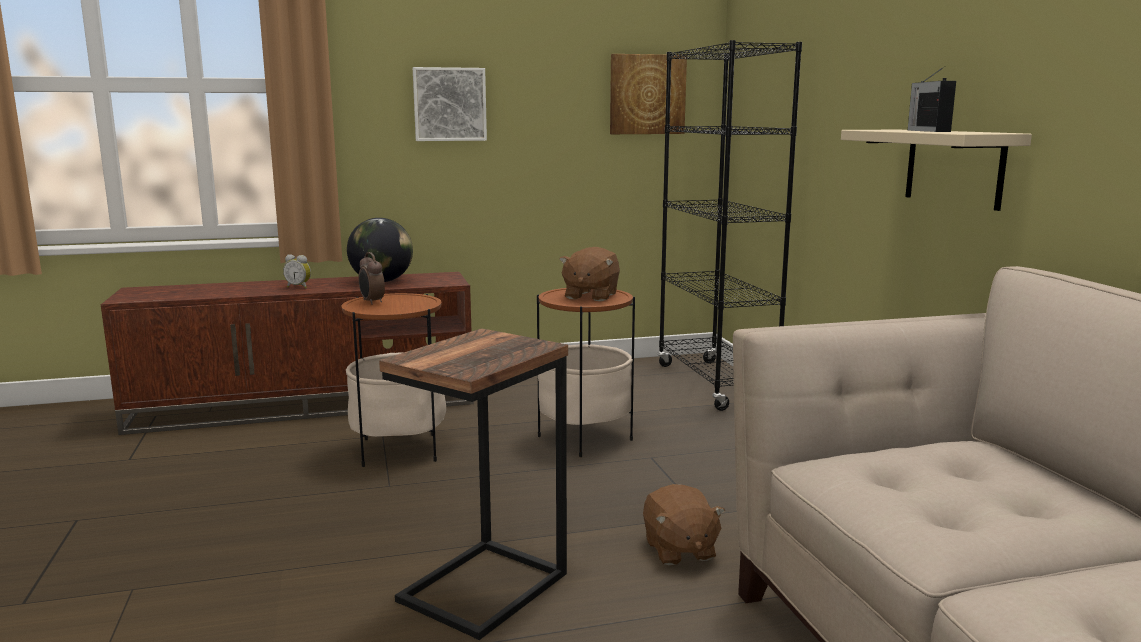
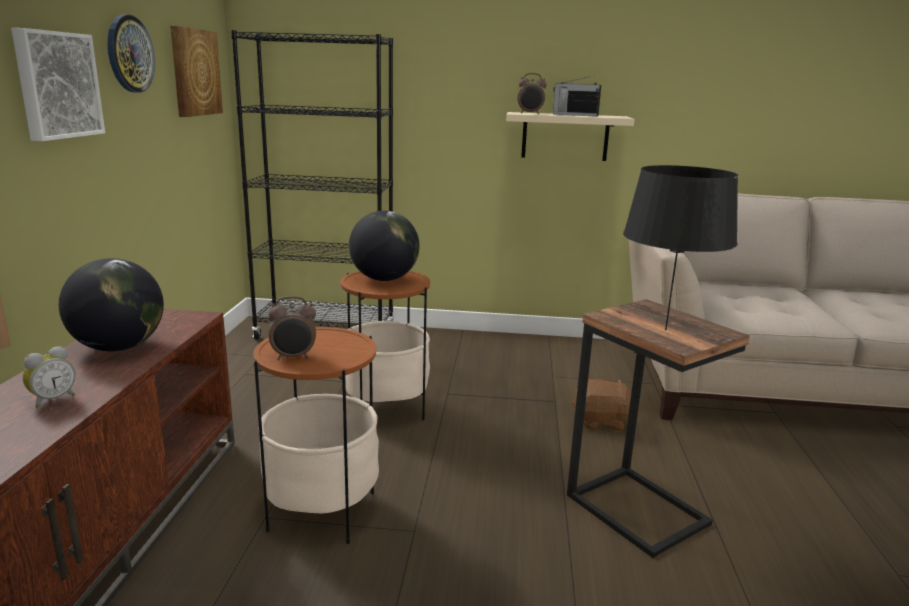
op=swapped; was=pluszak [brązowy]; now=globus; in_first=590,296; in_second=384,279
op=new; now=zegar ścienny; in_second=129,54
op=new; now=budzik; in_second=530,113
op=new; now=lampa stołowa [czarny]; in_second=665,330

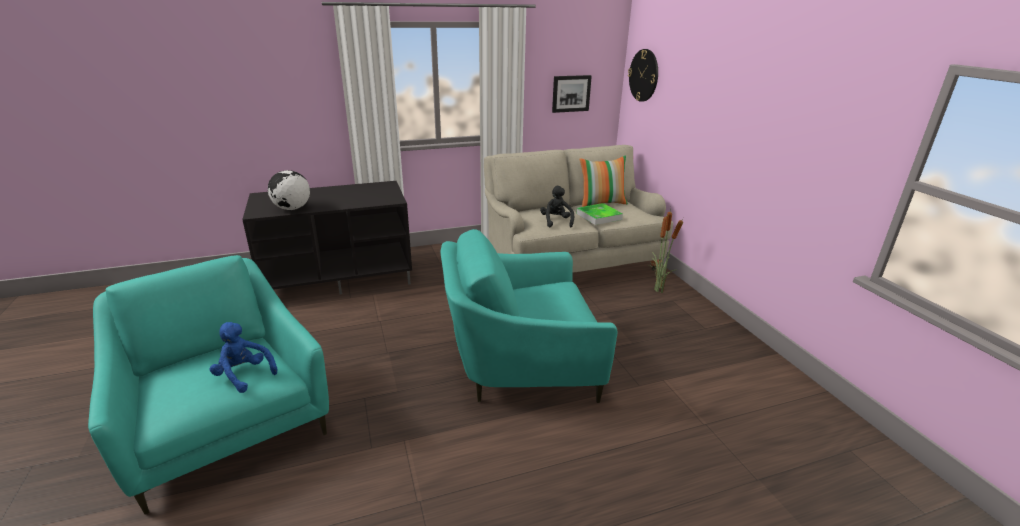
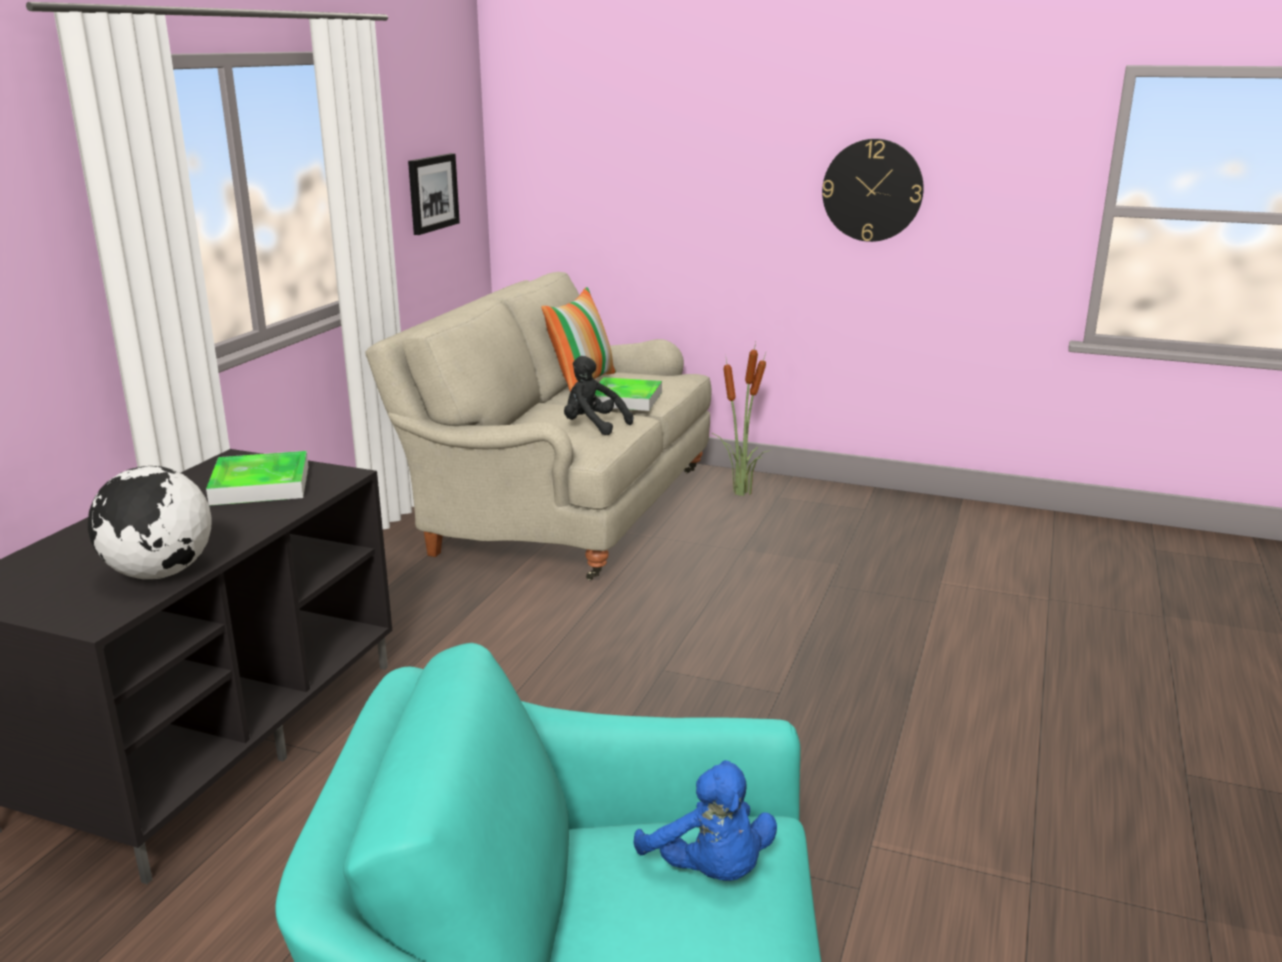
op=rotated; was=pluszak [niebieski]; in_first=244,375; in_second=710,871; clockwise=-105
op=gone; was=fotel [turkusowy]; in_first=520,365
op=shifted; was=zegar ścienny; in_first=644,75; in_second=872,190
op=new; now=taca; in_second=260,485

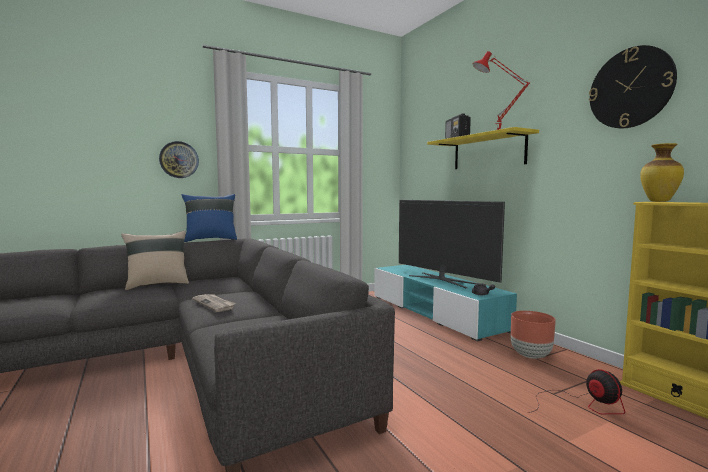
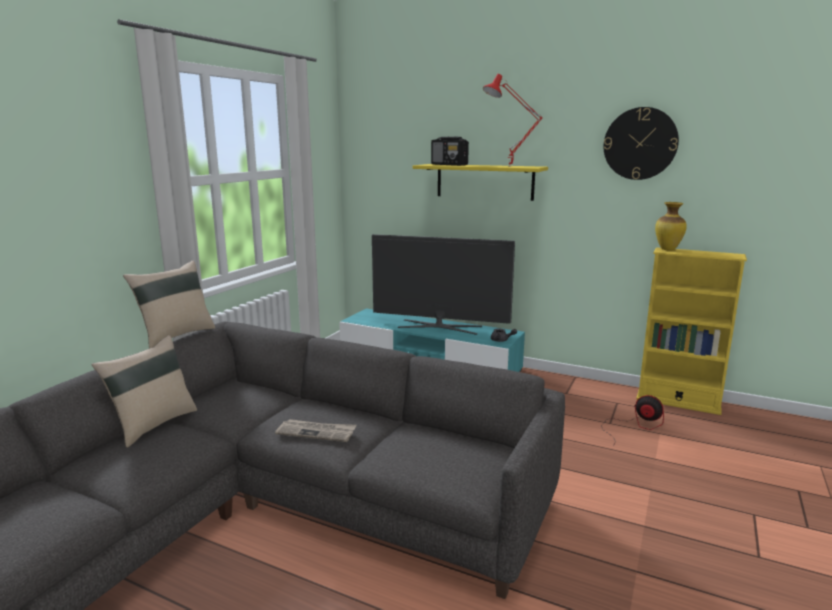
op=gone; was=zegar ścienny; in_first=179,160
op=repainted; was=poduszka [niebieski]; now=poduszka [beżowy]; in_first=211,240; in_second=175,336
op=gone; was=donica [brązowy]; in_first=530,355

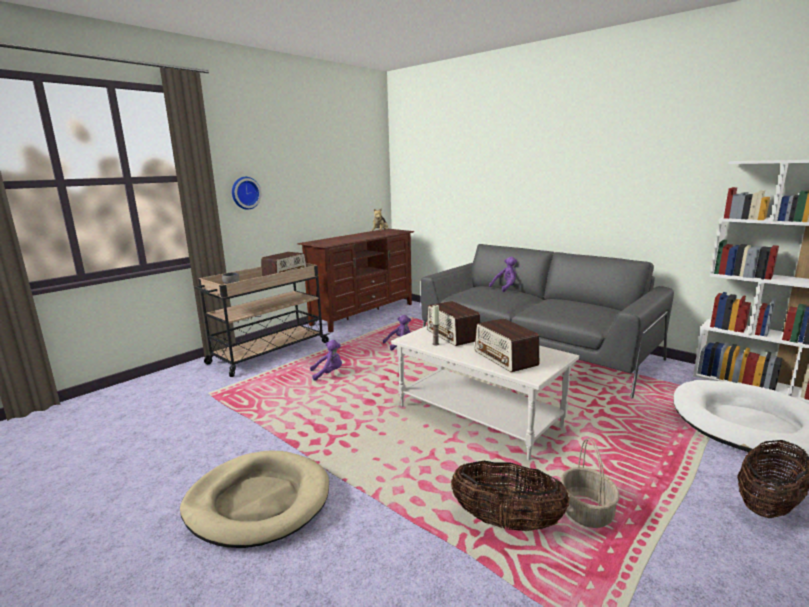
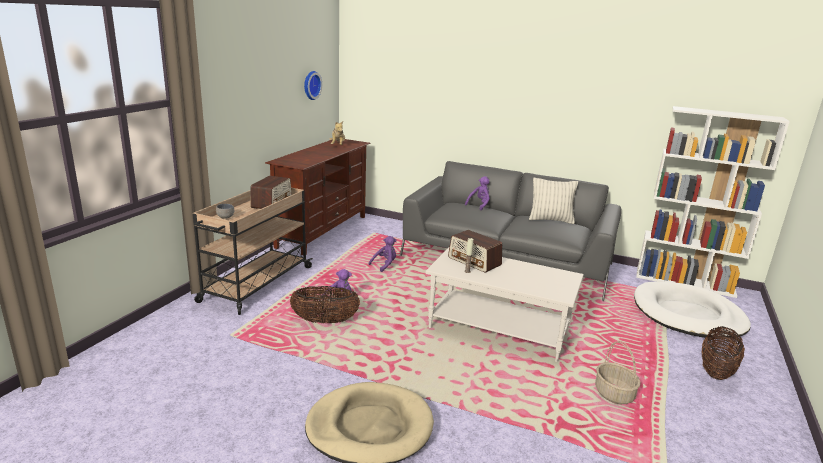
op=shifted; was=zegar ścienny; in_first=245,193; in_second=310,85
op=shifted; was=koszyk; in_first=506,522; in_second=325,321
op=gone; was=radio; in_first=505,358
op=new; now=poduszka; in_second=550,220

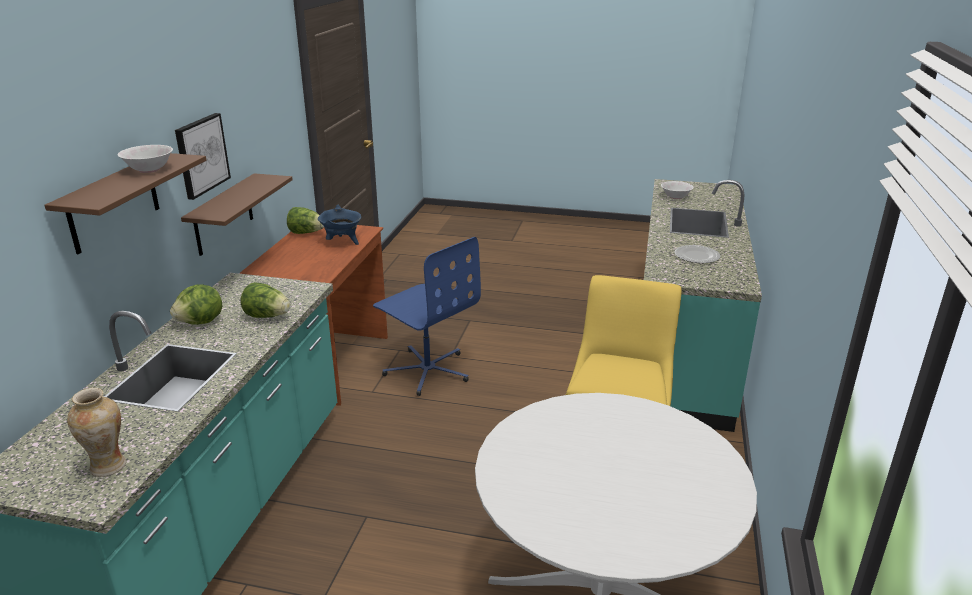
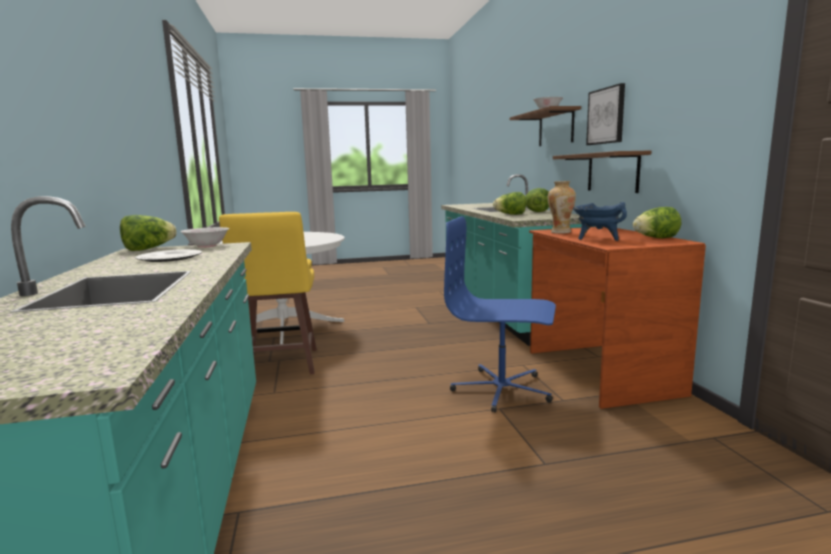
op=shifted; was=wazon; in_first=108,467; in_second=560,232
op=shifted; was=miska [biały]; in_first=675,197; in_second=207,246
op=new; now=sałata; in_second=148,249

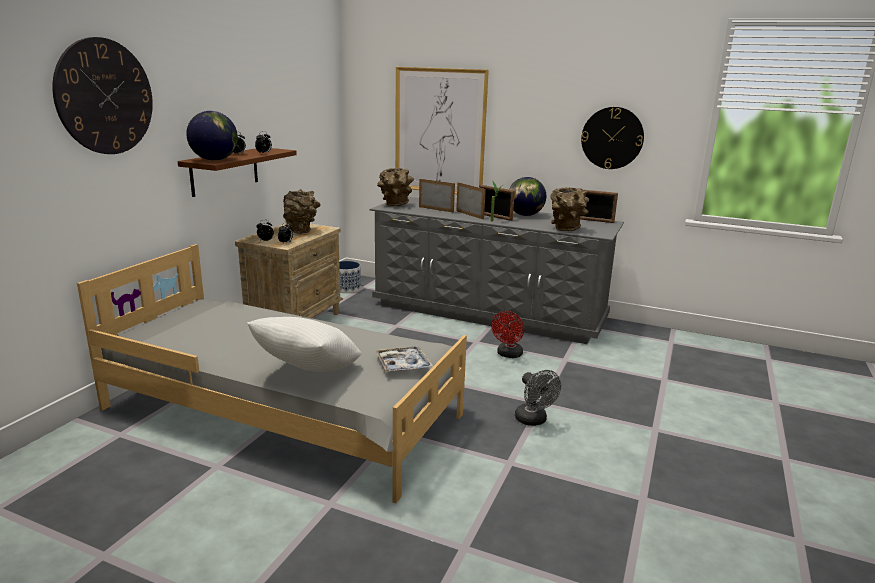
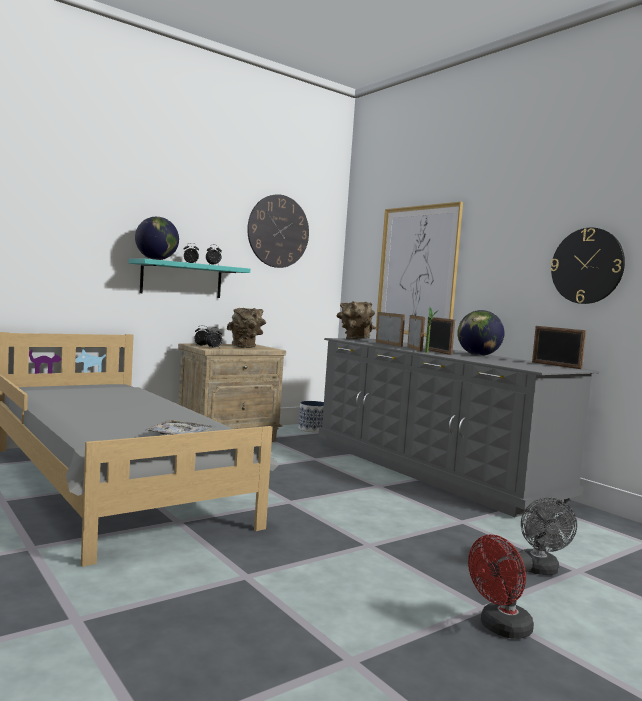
op=shifted; was=zegar ścienny; in_first=105,97; in_second=278,231
op=repainted; was=półka [brązowy]; now=półka [turkusowy]; in_first=225,171; in_second=181,279
op=gone; was=poduszka [biały]; in_first=308,372
op=shifted; was=wentylator [czerwony]; in_first=508,355; in_second=500,628
op=shifted; was=wentylator [szary]; in_first=534,421; in_second=539,570
op=gone; was=wazon [brązowy]; in_first=566,229

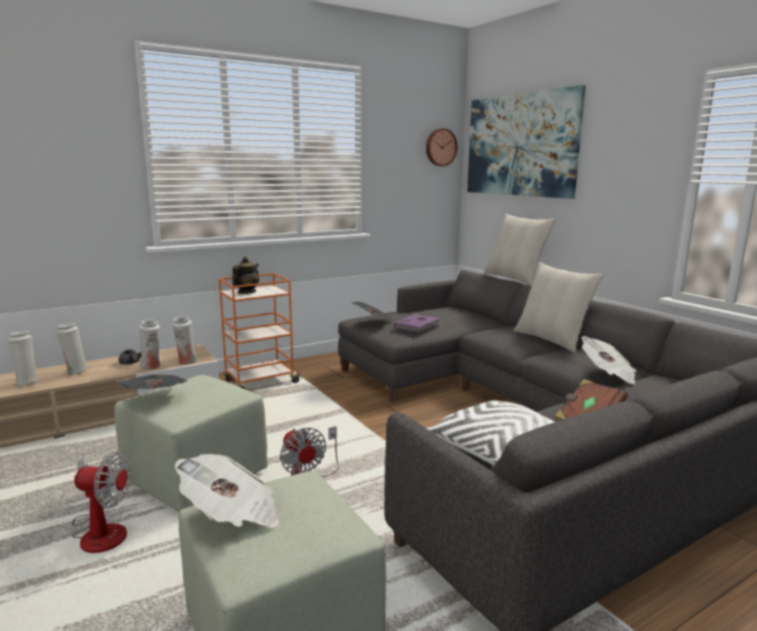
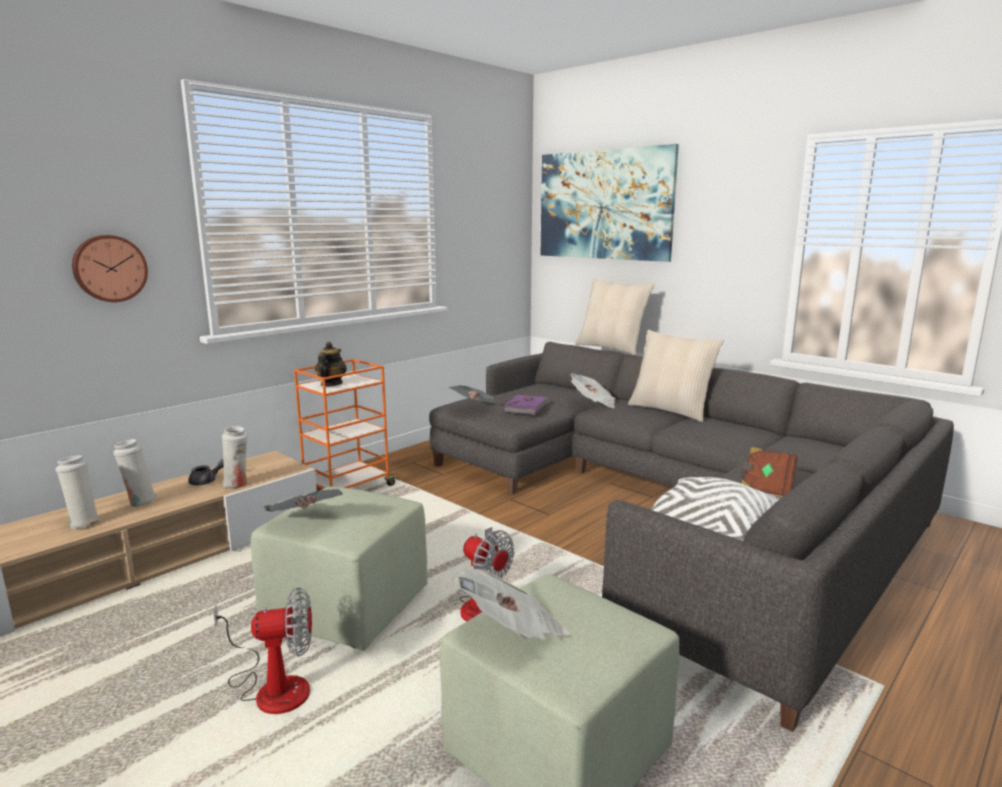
op=gone; was=wazon [biały]; in_first=186,362
op=shifted; was=zegar ścienny; in_first=440,147; in_second=109,268
op=shifted; was=gazeta; in_first=608,374; in_second=593,403

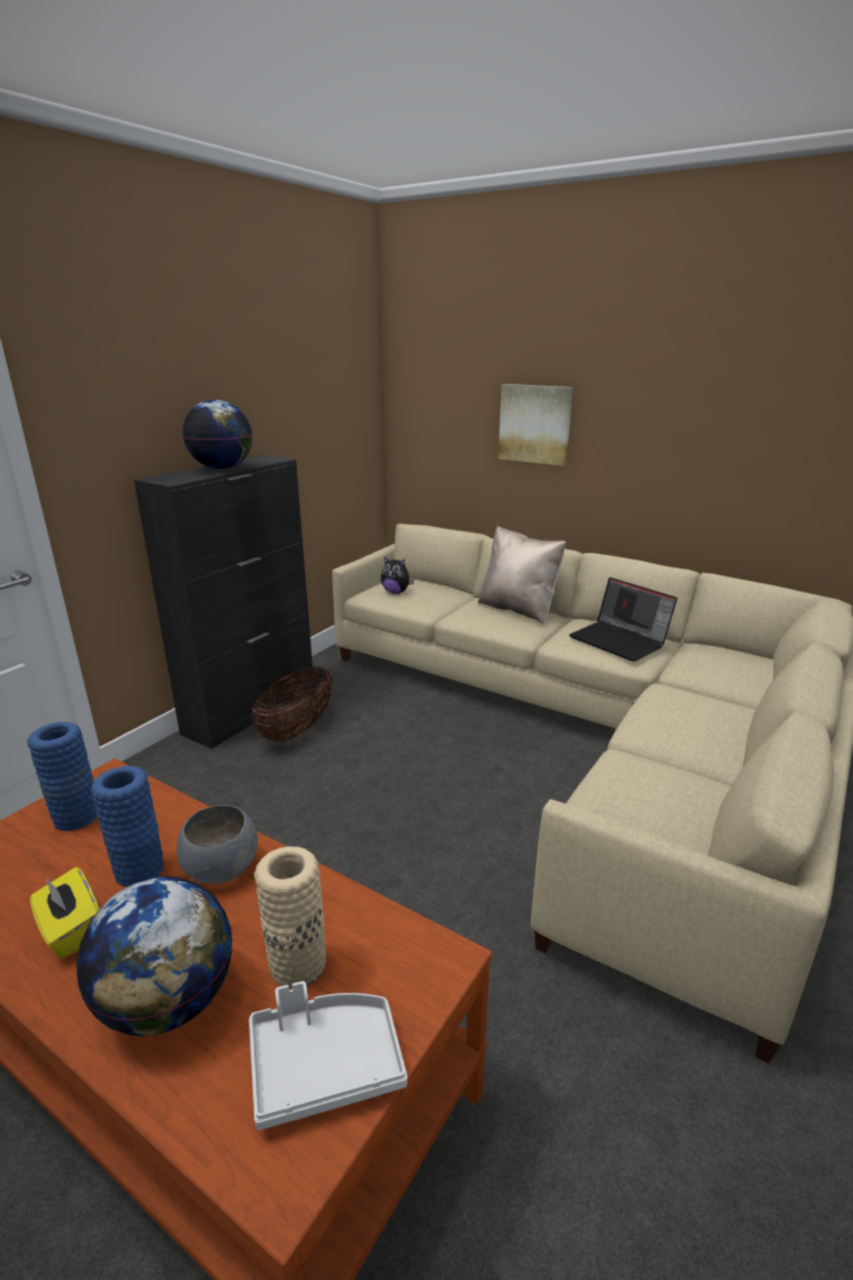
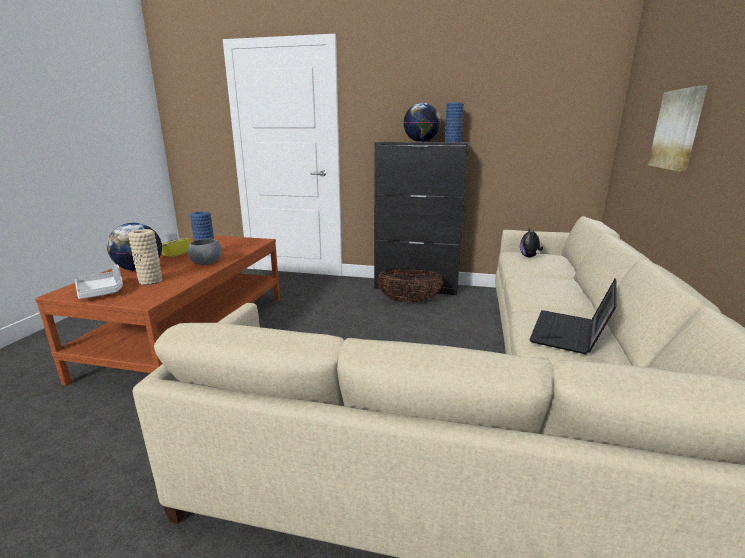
op=shifted; was=wazon [niebieski]; in_first=76,817; in_second=452,142
op=gone; was=poduszka [beżowy]; in_first=518,609

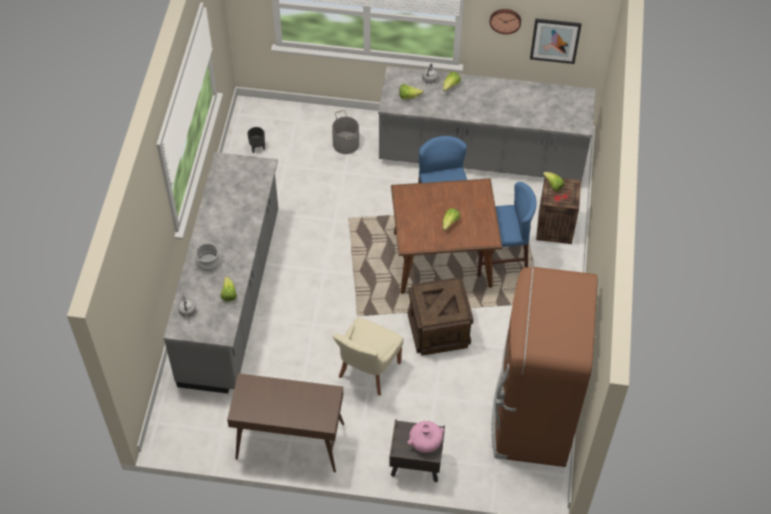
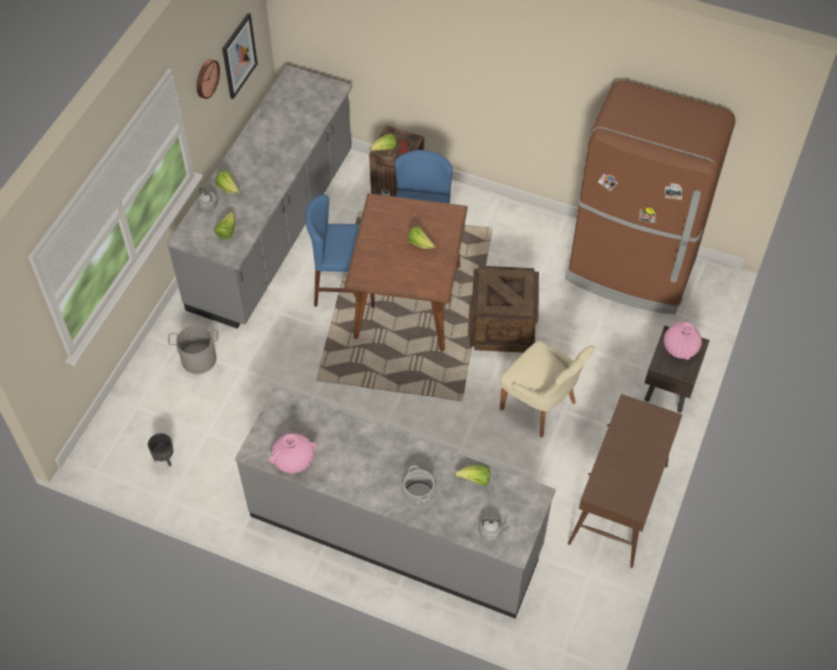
op=new; now=wazon [różowy]; in_second=294,460

